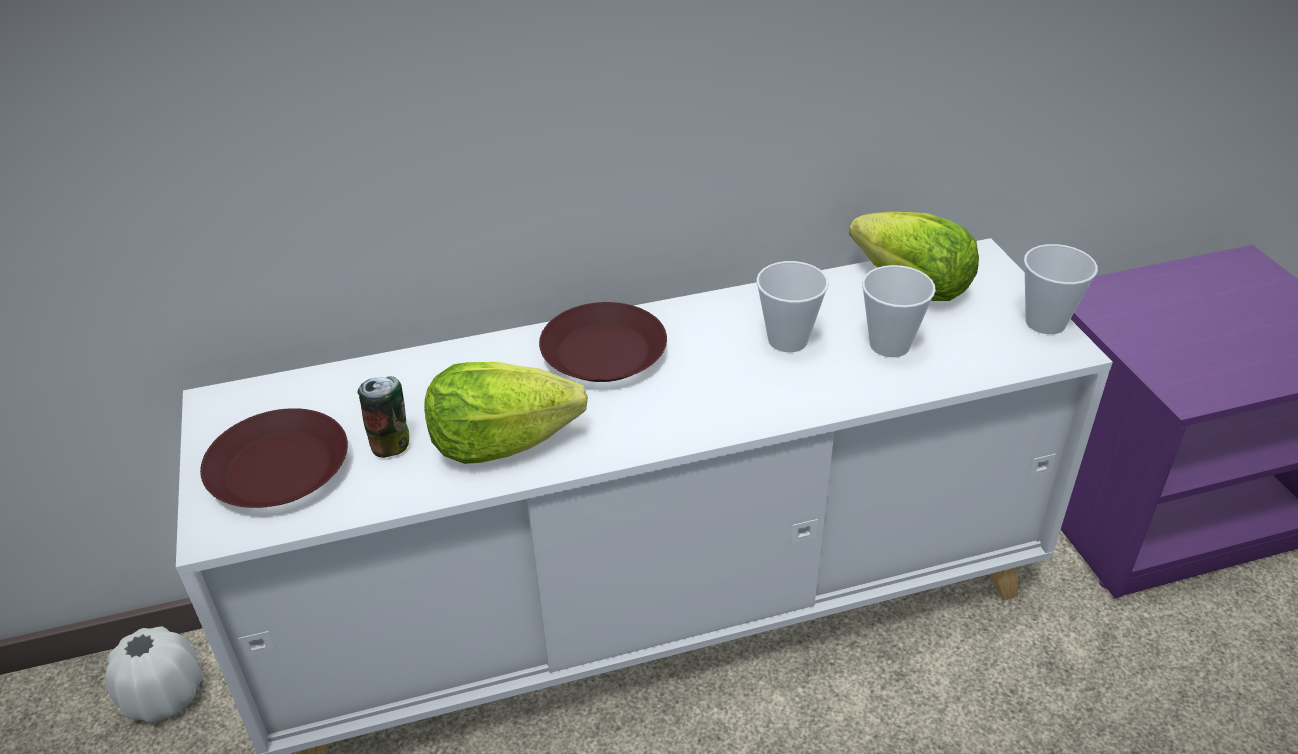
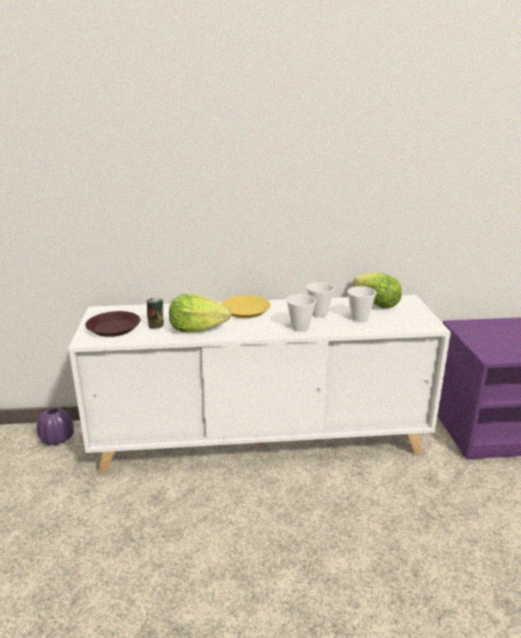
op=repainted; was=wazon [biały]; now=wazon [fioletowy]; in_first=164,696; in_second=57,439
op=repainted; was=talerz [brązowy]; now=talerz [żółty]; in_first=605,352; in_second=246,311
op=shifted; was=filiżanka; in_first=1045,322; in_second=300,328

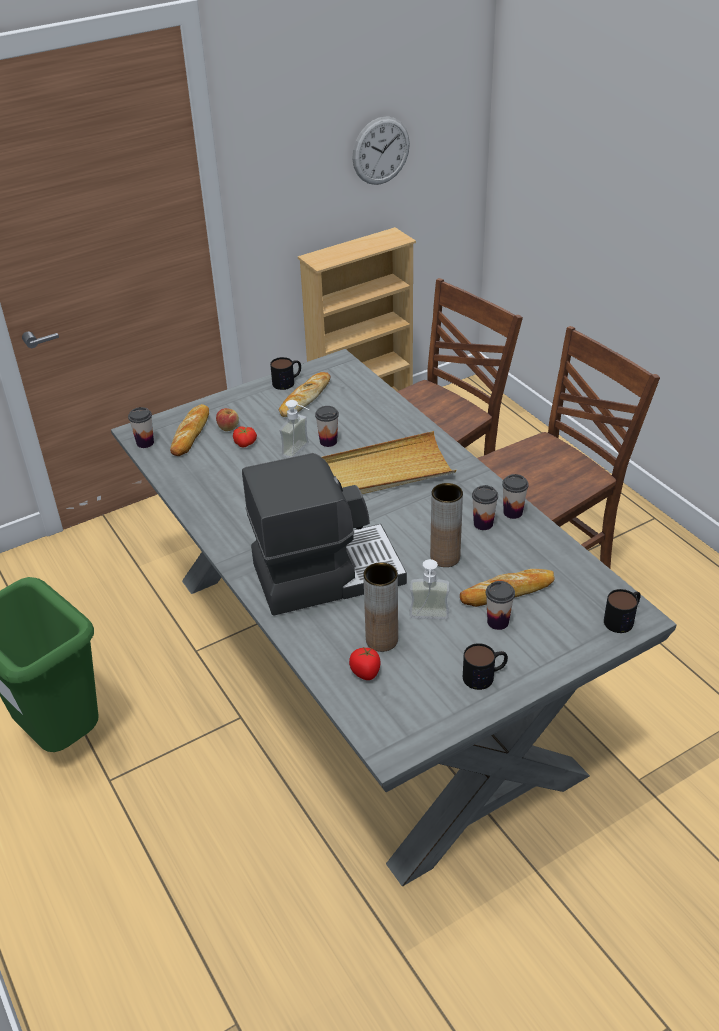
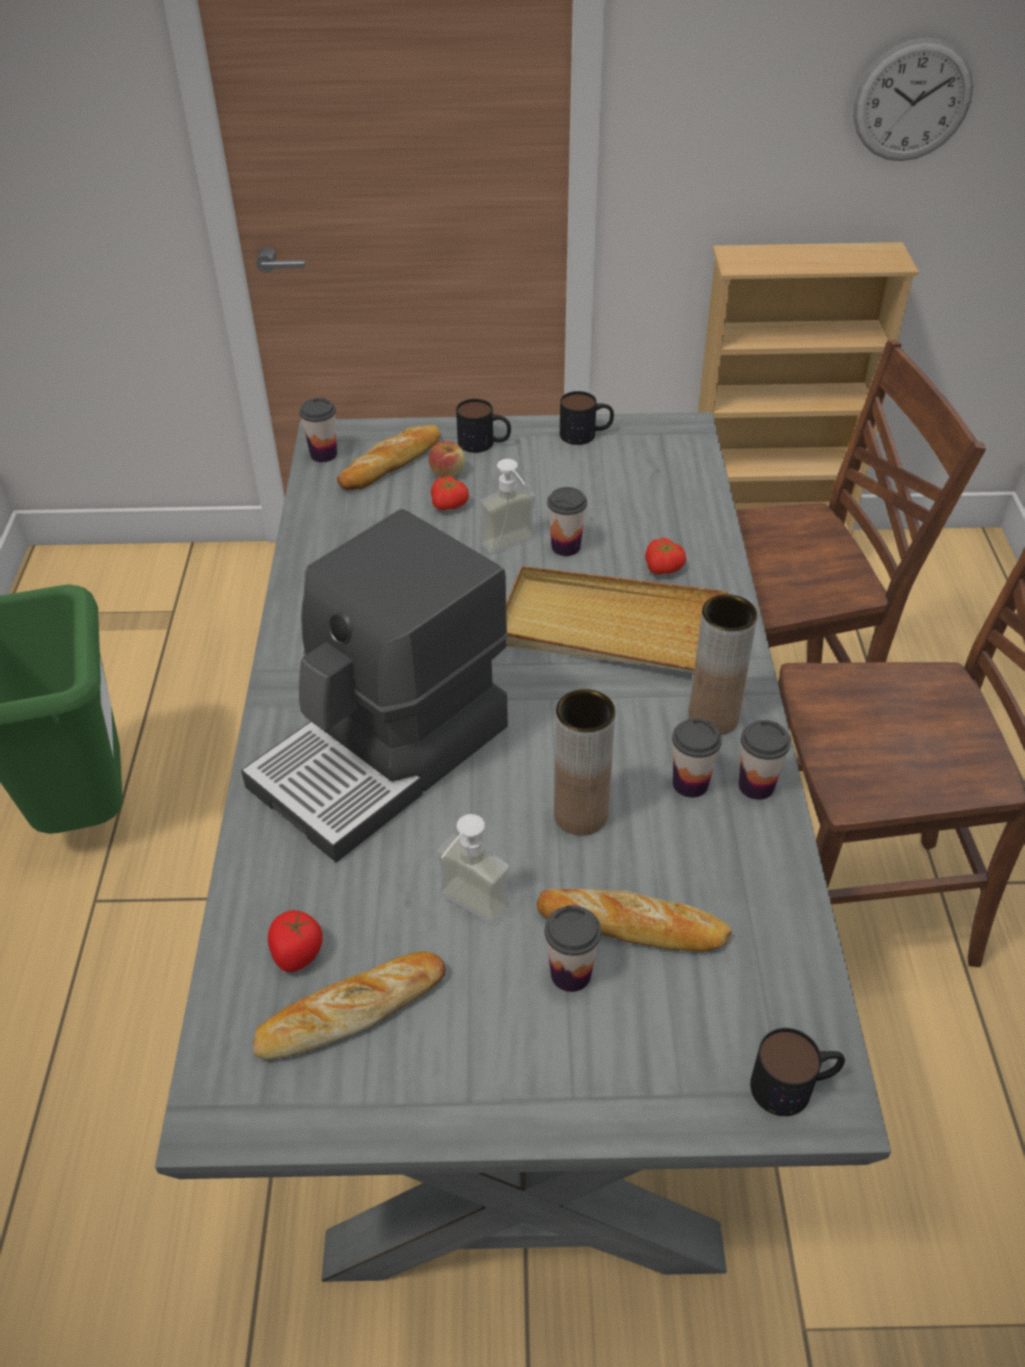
op=rotated; was=ekspres do kawy; in_first=326,573; in_second=385,756; clockwise=120
op=shifted; was=chleb; in_first=305,398; in_second=351,1010
op=shifted; was=wazon [brązowy]; in_first=381,640; in_second=713,717
op=shifted; was=kubek; in_first=485,675; in_second=484,443
op=new; now=pomidor; in_second=664,568

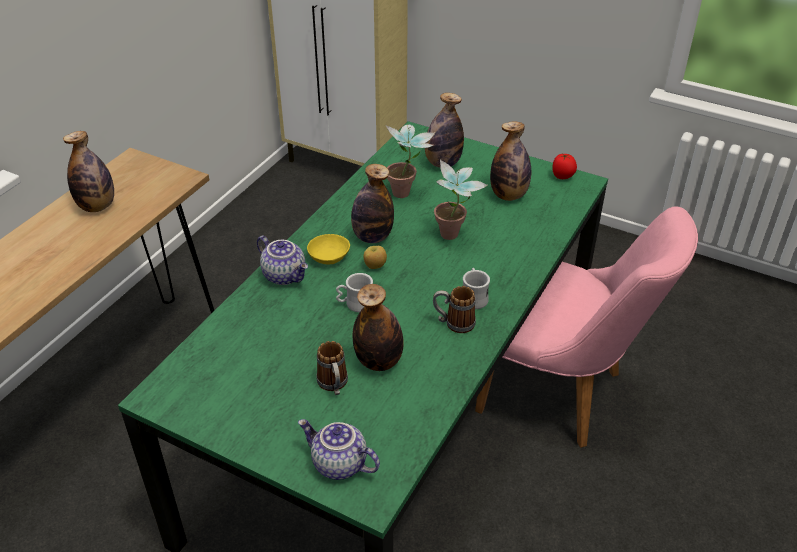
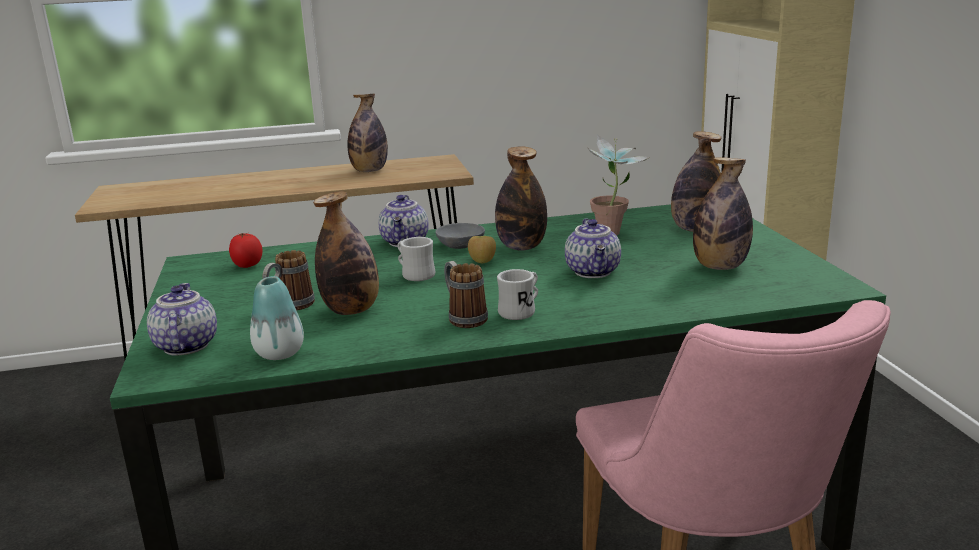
op=repainted; was=miska [żółty]; now=miska [szary]; in_first=329,256; in_second=462,244
op=swapped; was=roślina doniczkowa; now=imbryk; in_first=454,237; in_second=594,272
op=shifted; was=pomidor; in_first=562,176; in_second=247,266
op=new; now=wazon; in_second=279,353

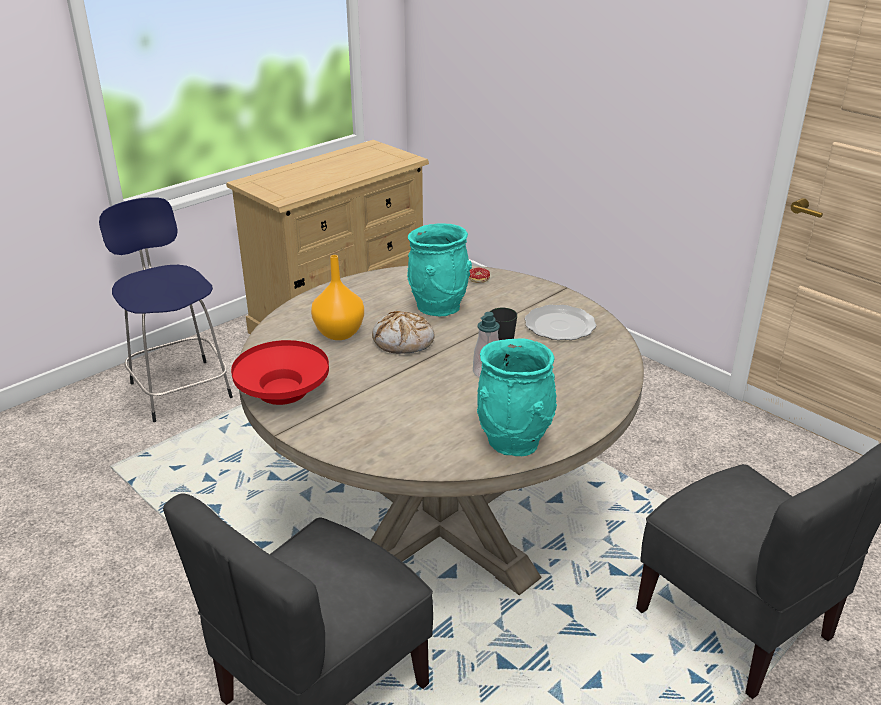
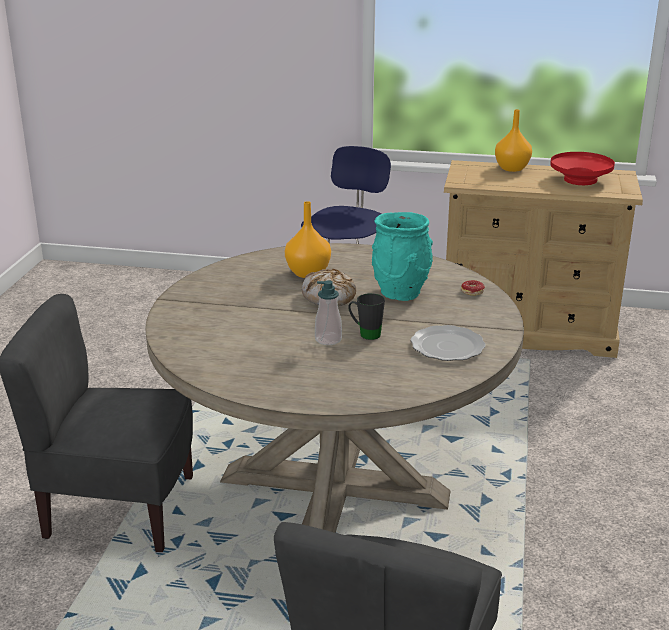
op=shifted; was=miska [czerwony]; in_first=283,391; in_second=580,180
op=gone; was=wazon [turkusowy]; in_first=514,441
op=new; now=wazon [pomarańczowy]; in_second=511,168

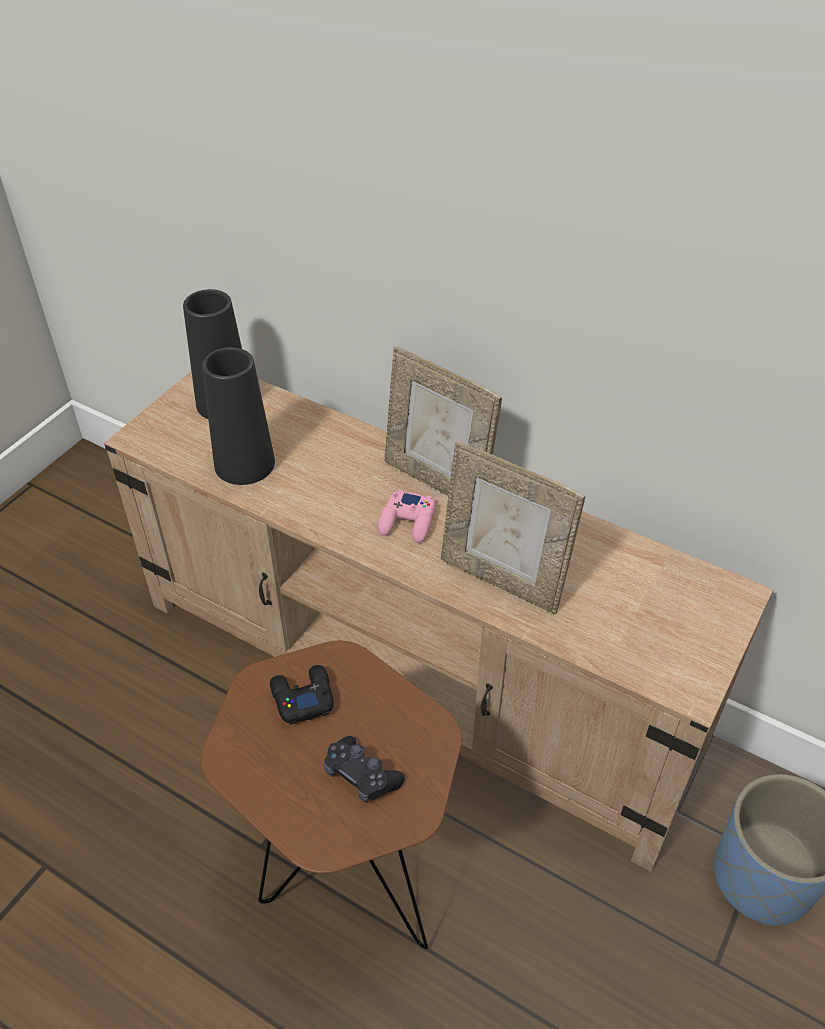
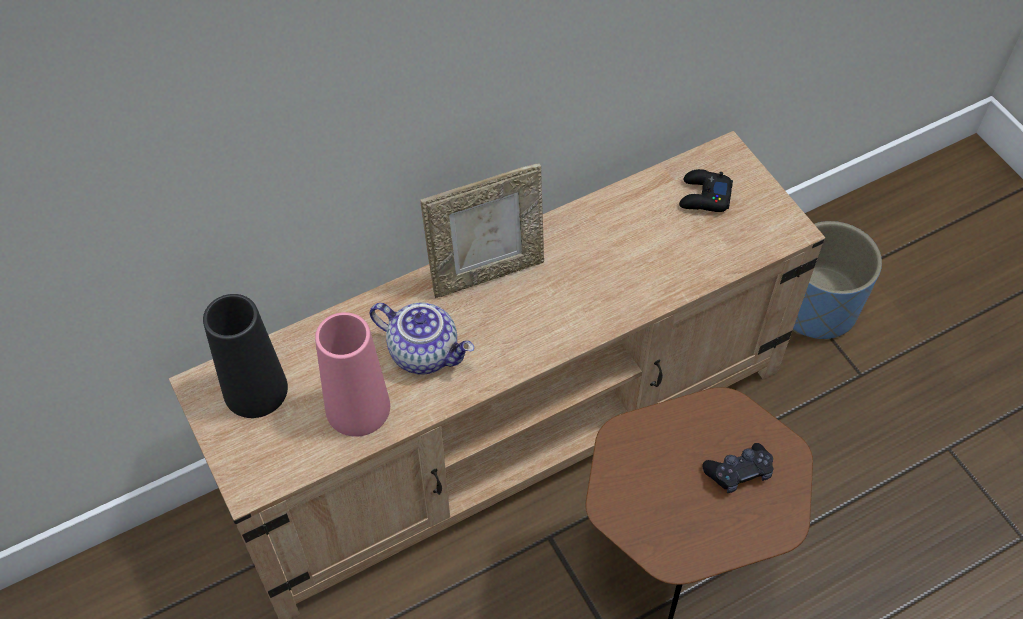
op=repainted; was=wazon [czarny]; now=wazon [różowy]; in_first=244,464; in_second=358,408
op=shifted; was=pad do gier [czarny]; in_first=302,697; in_second=704,196
op=gone; was=pad do gier [różowy]; in_first=408,522
op=gone; was=ramka na zdjęcie; in_first=502,579
op=new; now=imbryk; in_second=425,351

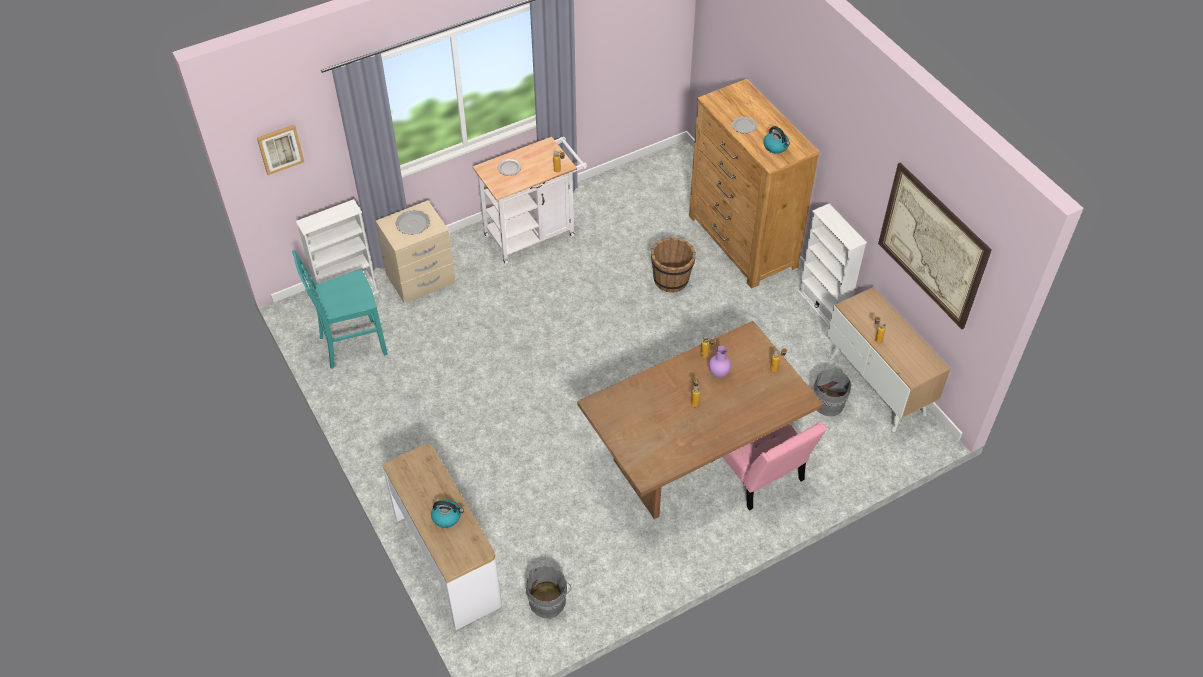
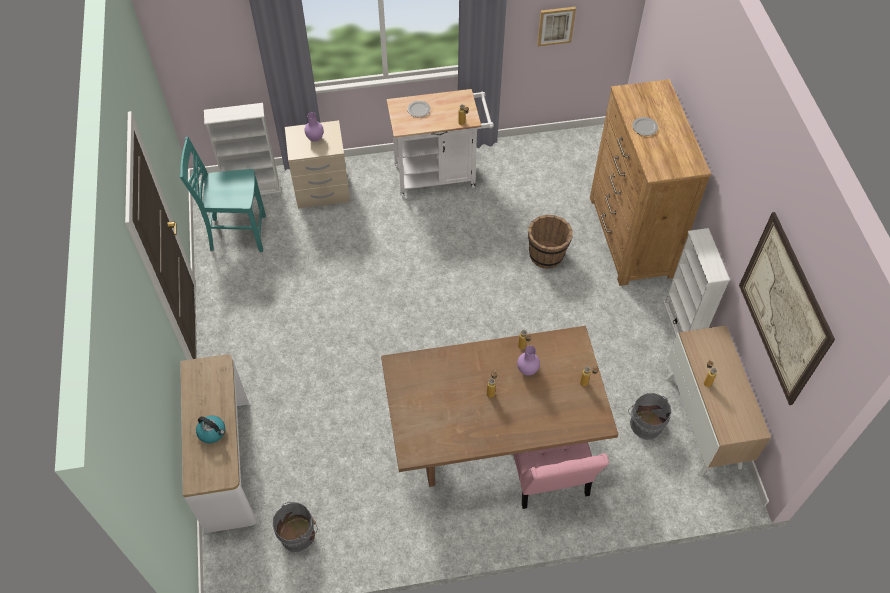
op=shifted; was=obraz; in_first=280,149; in_second=555,25
op=swapped; was=talerz; now=wazon [fioletowy]; in_first=412,224; in_second=315,139
op=gone; was=czajnik; in_first=776,147

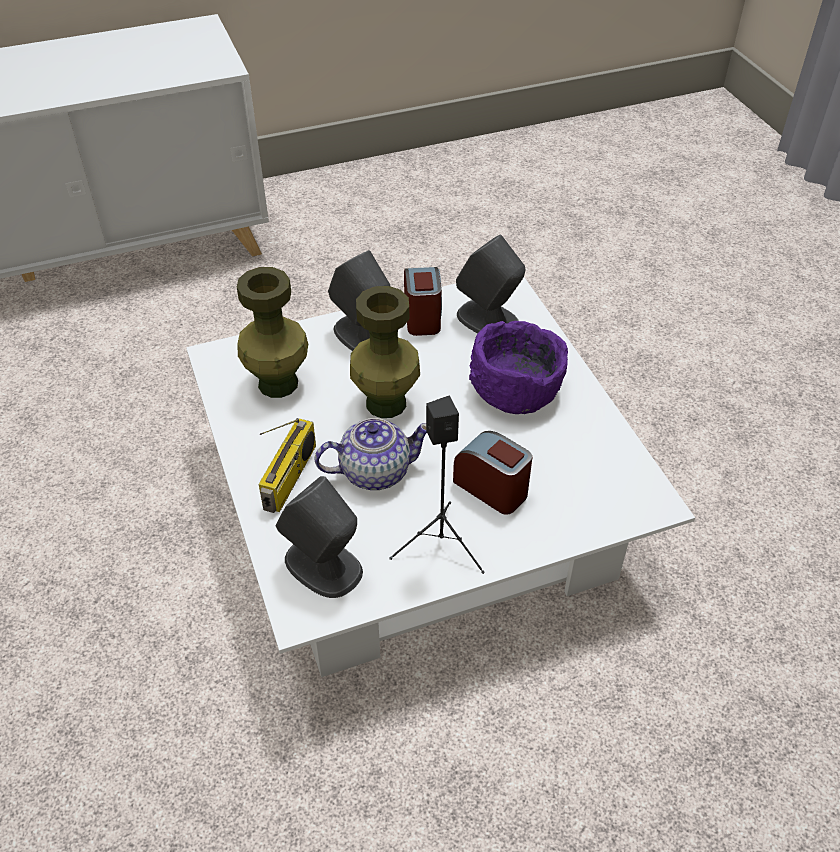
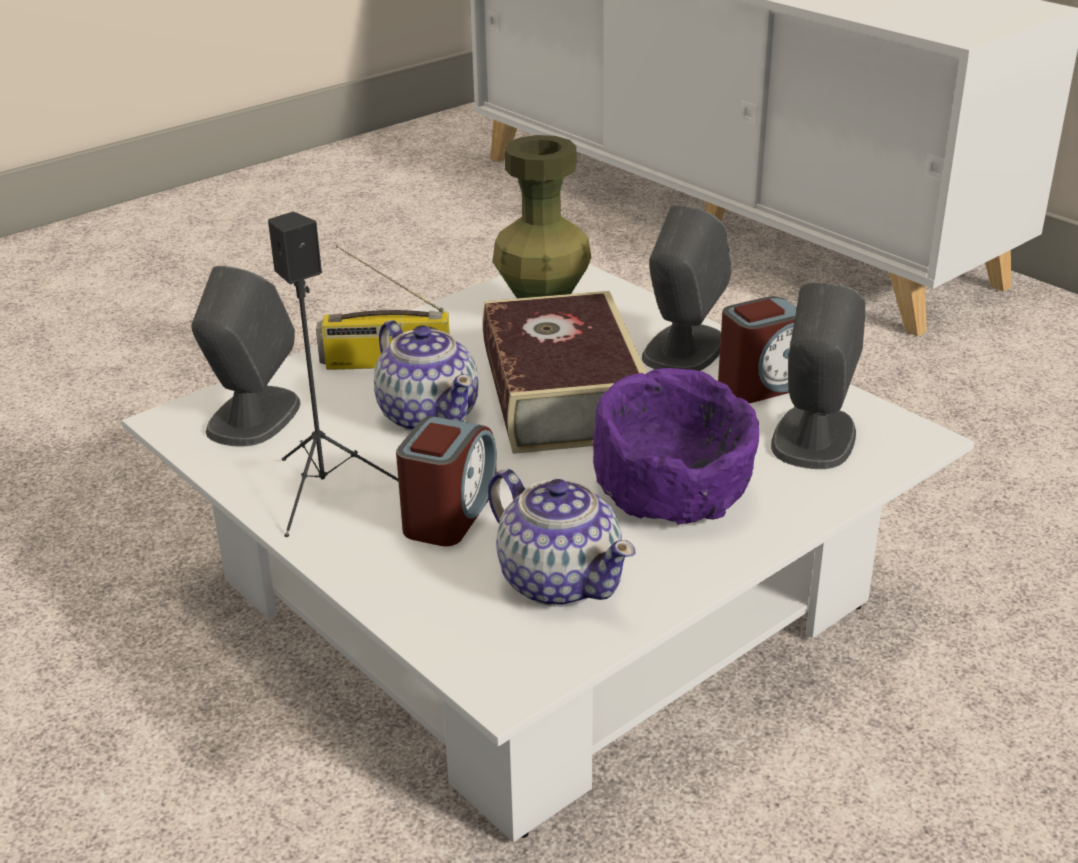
op=swapped; was=wazon [zielony]; now=książka; in_first=385,403; in_second=562,395
op=new; now=imbryk; in_second=559,580

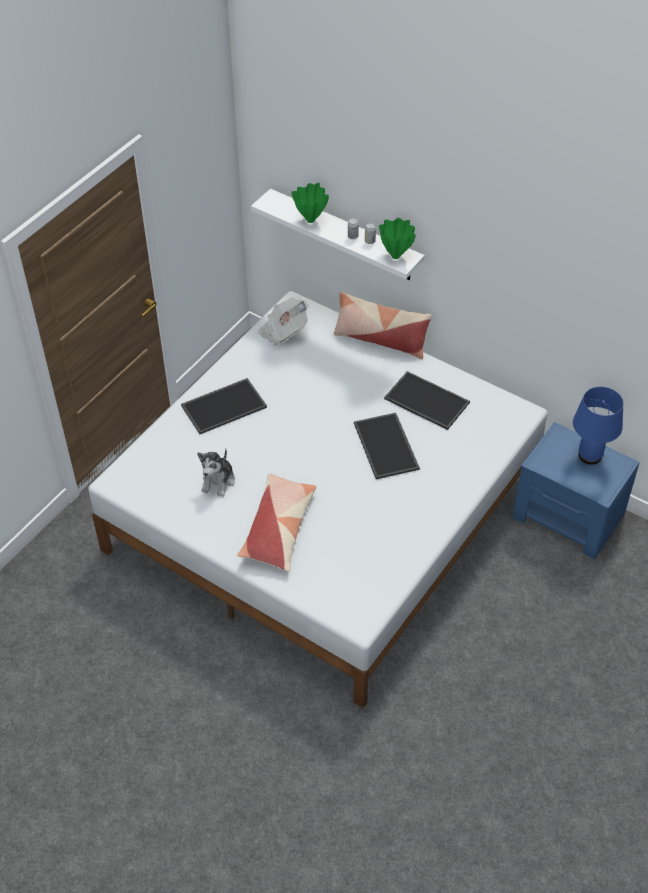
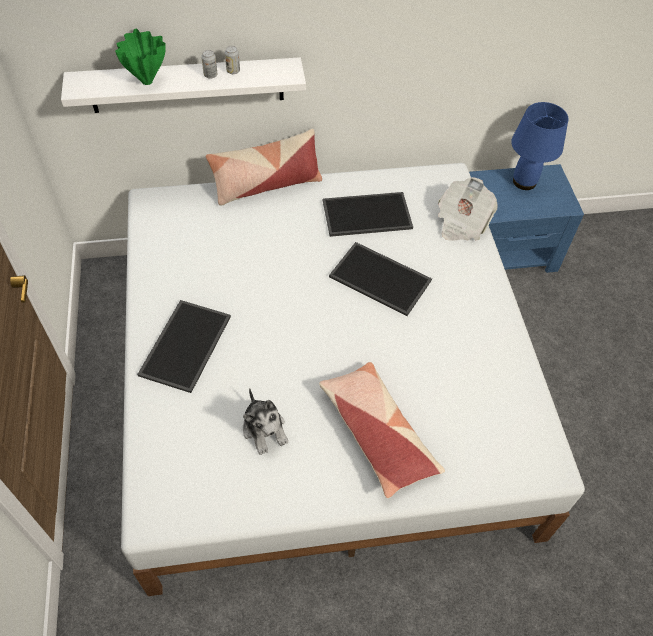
op=shifted; was=gazeta; in_first=283,331; in_second=462,222
op=gone; was=wazon [zielony]; in_first=396,256

